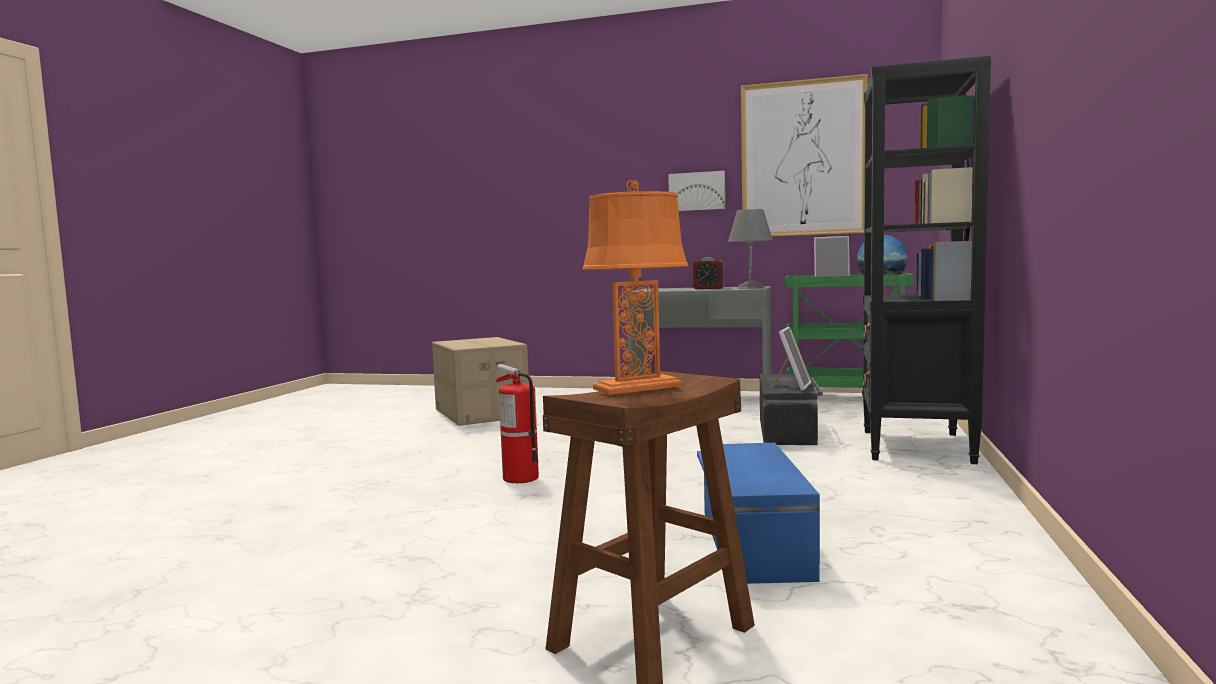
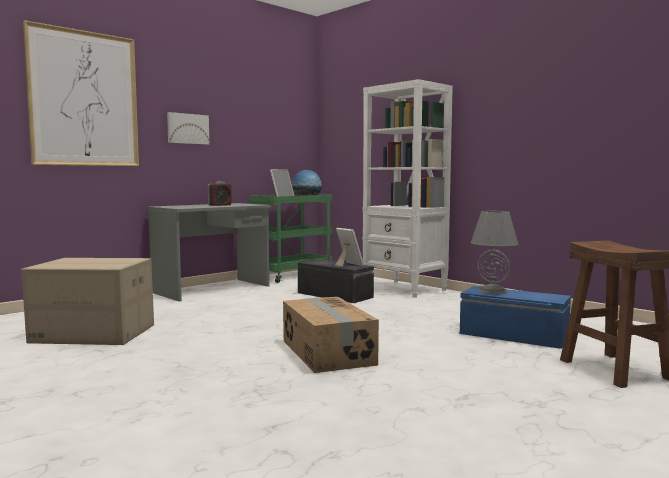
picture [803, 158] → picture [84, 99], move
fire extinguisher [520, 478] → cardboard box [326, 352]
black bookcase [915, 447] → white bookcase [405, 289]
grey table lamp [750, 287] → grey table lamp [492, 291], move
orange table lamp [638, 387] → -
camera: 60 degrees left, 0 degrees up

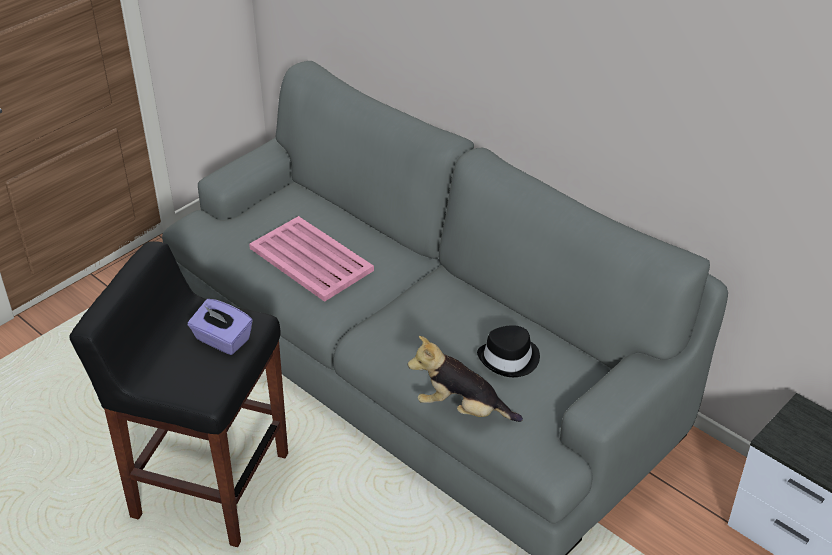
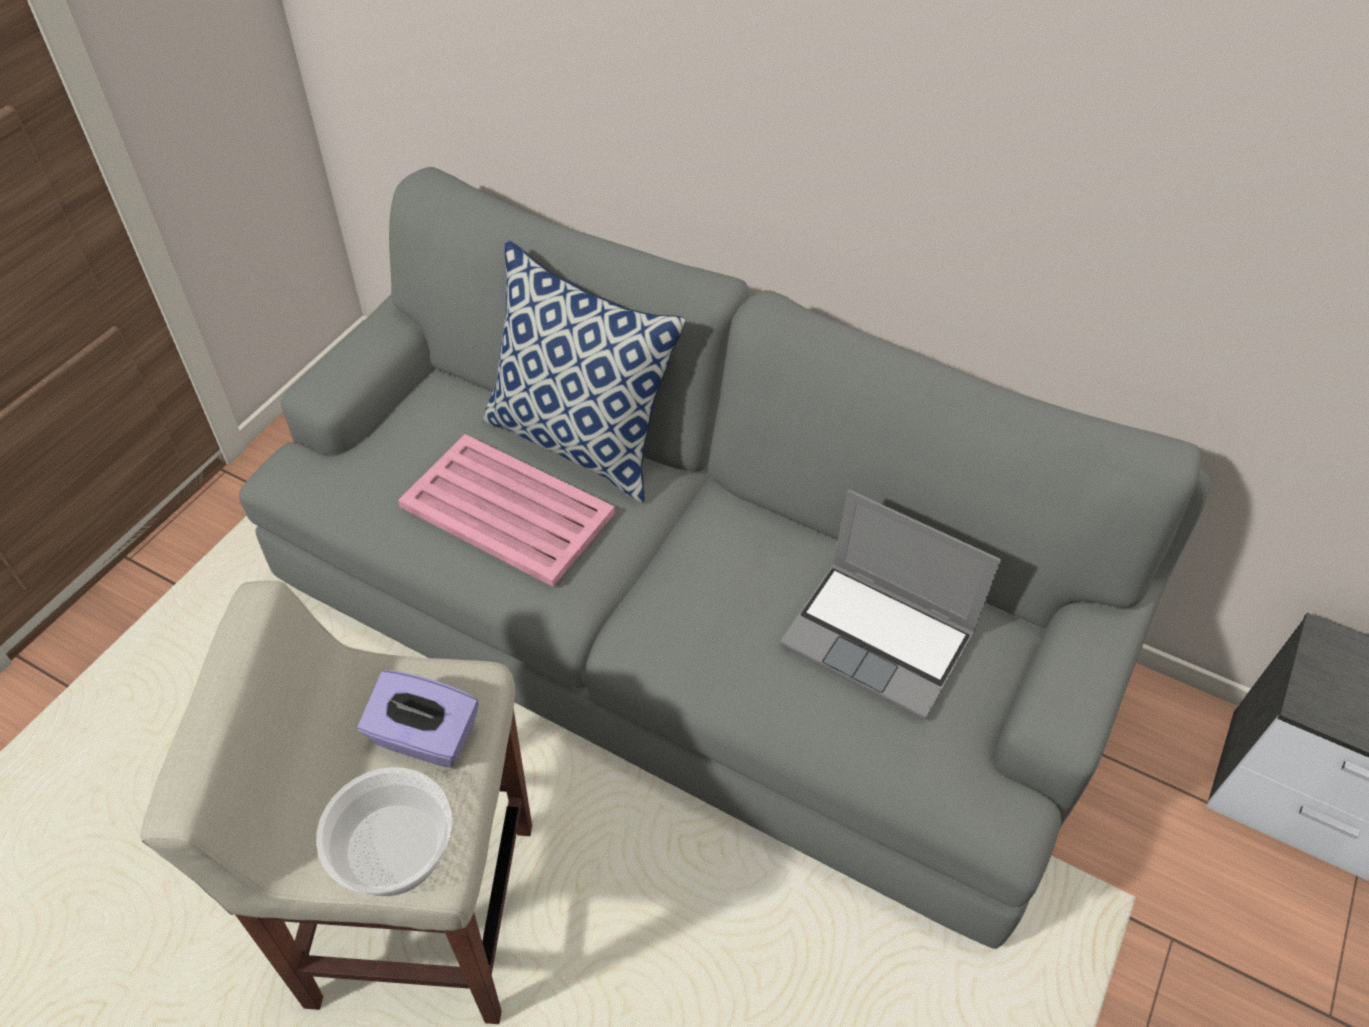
black stool [209, 484] → beige stool [419, 911]
- → bowl [392, 848]
- → pillow [581, 441]
black hat [509, 359] → laptop [880, 640]
plush toy [462, 409] → -
camera: 15 degrees left, 10 degrees up

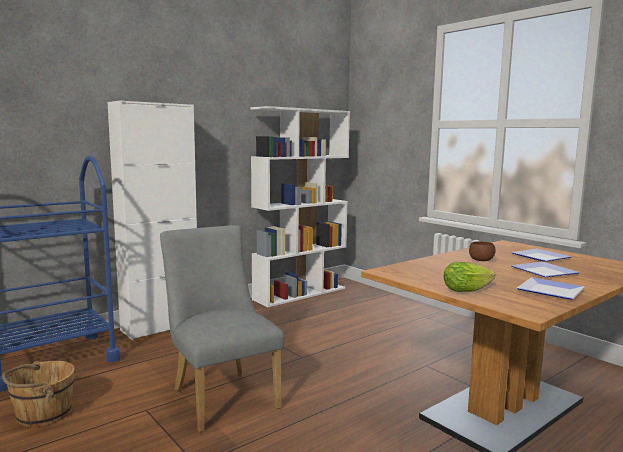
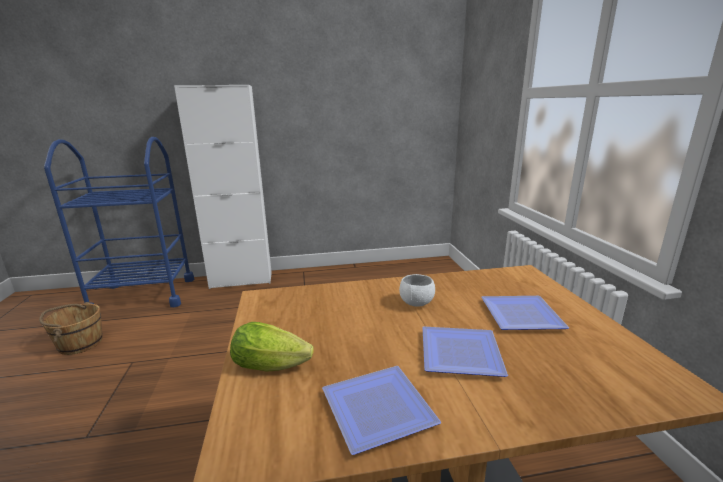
brown bowl [481, 260] → white bowl [416, 302]
grey chair [221, 395] → -
white bookcase [300, 293] → -
camera: 30 degrees right, 10 degrees up

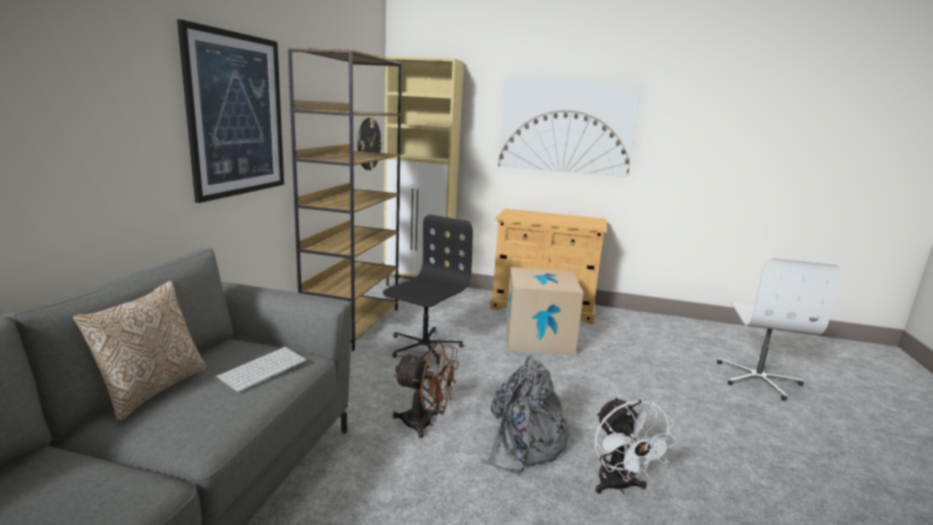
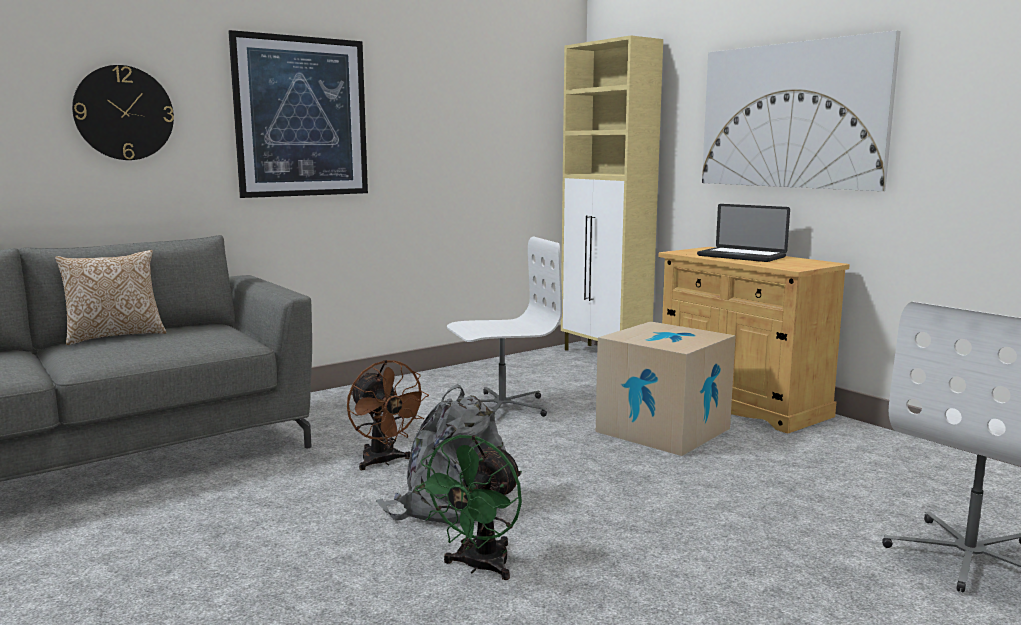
wall clock [368, 144] → wall clock [124, 113], move
white fan [618, 487] → green fan [479, 567]
black office chair [424, 347] → white office chair [501, 407]
- → laptop [741, 256]
keyboard [263, 368] → -
brown bookcase [352, 324] → -
camera: 40 degrees right, 5 degrees down

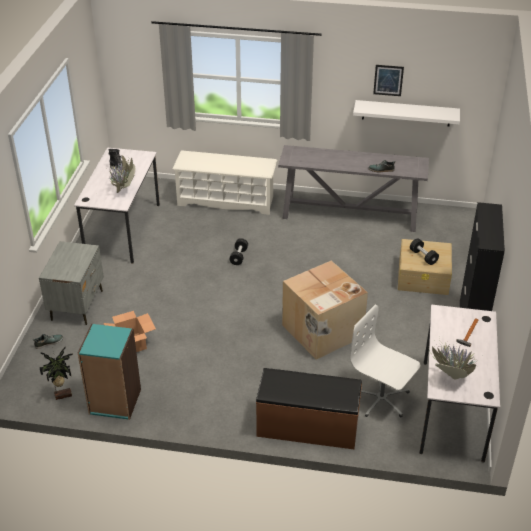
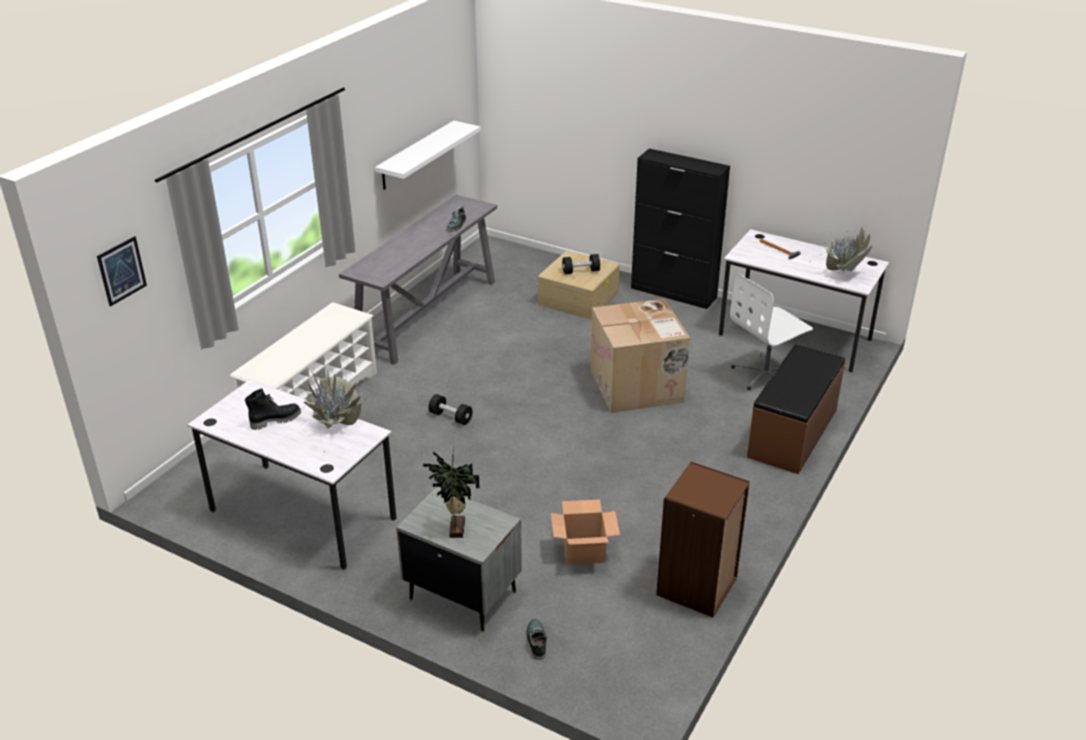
picture [388, 80] → picture [122, 271], move
potted plant [62, 394] → potted plant [455, 529], move
turquoise bookcase [115, 402] → brown bookcase [698, 586]
camera: 70 degrees left, 5 degrees down

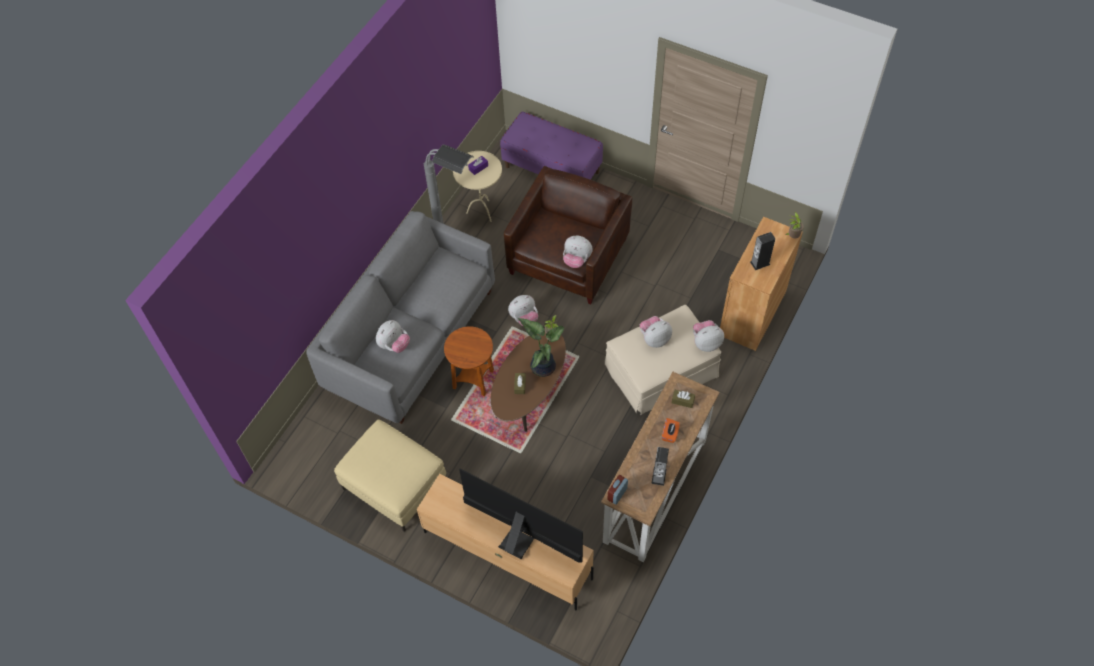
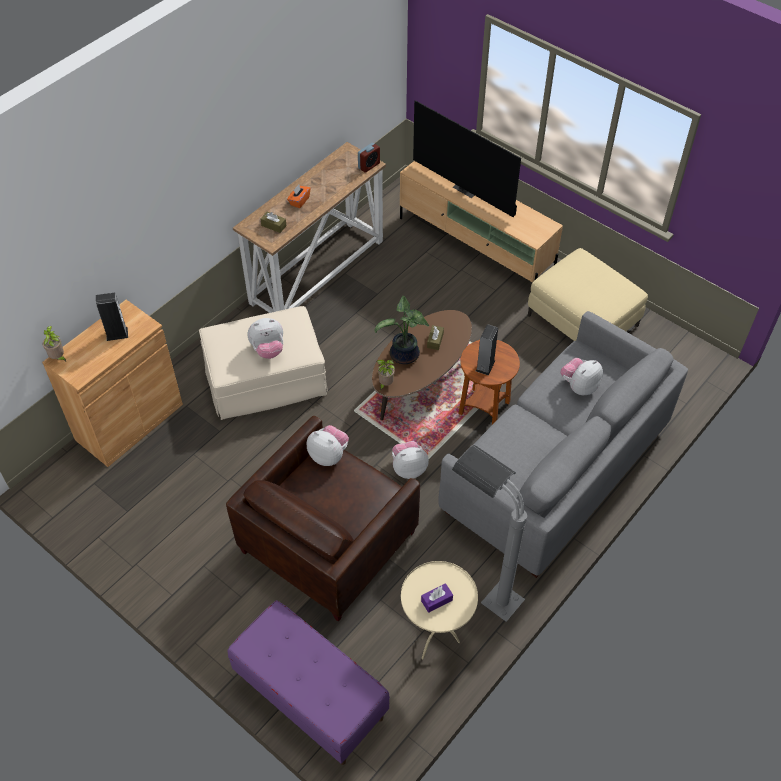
speaker [659, 476] → speaker [485, 365], move
plush toy [706, 343] → -
camera: 170 degrees left, 5 degrees down

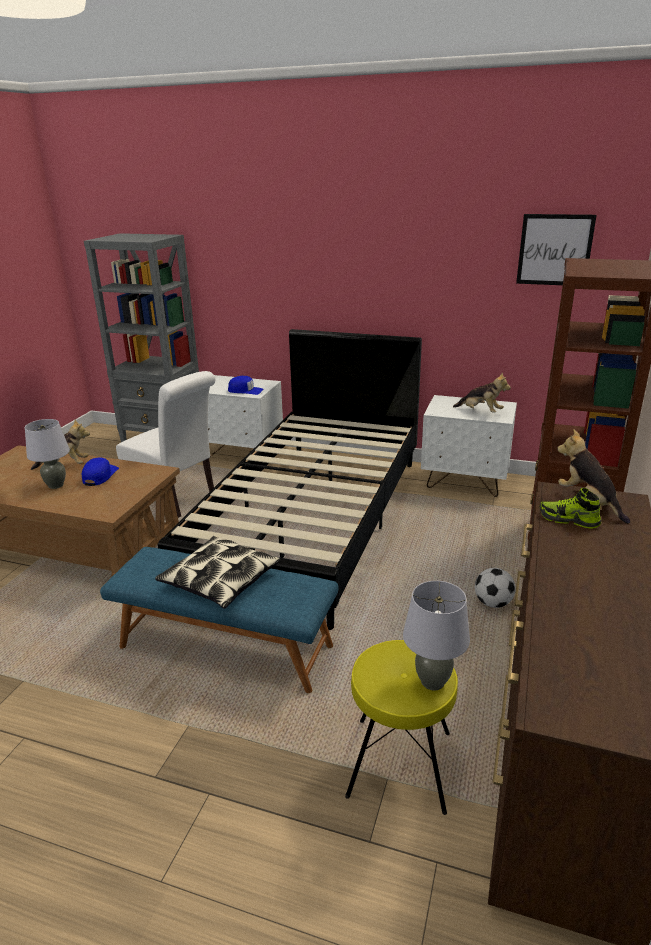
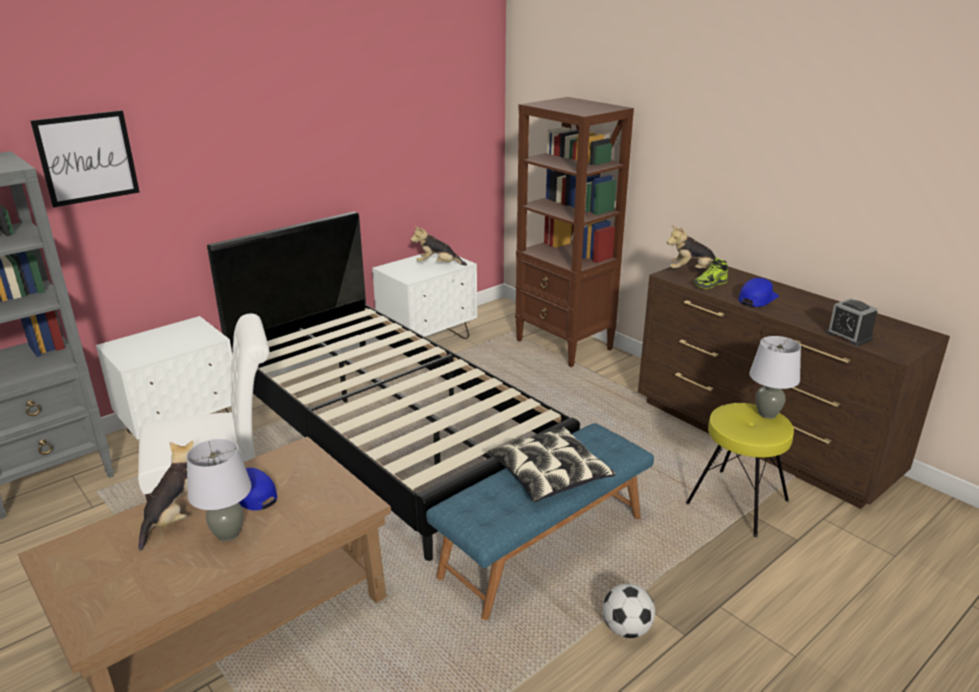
picture [554, 250] → picture [87, 158], move
plush toy [480, 412] → plush toy [438, 265], 150 degrees counterclockwise
football [493, 603] → football [626, 629], move
blue cap [245, 391] → blue cap [757, 299], move
- → alarm clock [848, 336]
camera: 60 degrees left, 0 degrees up

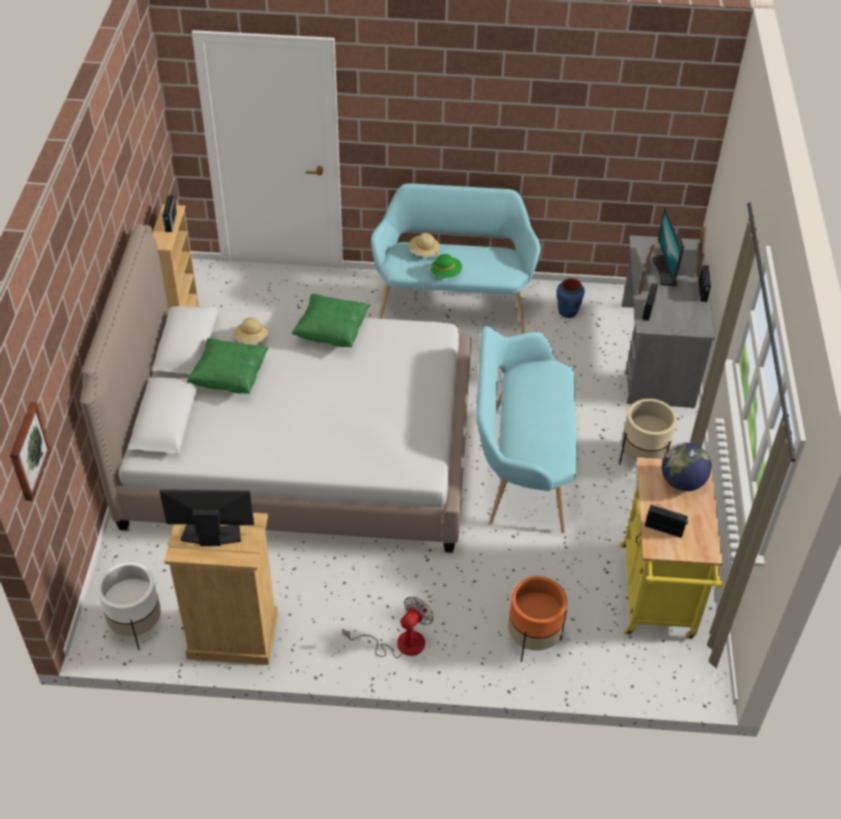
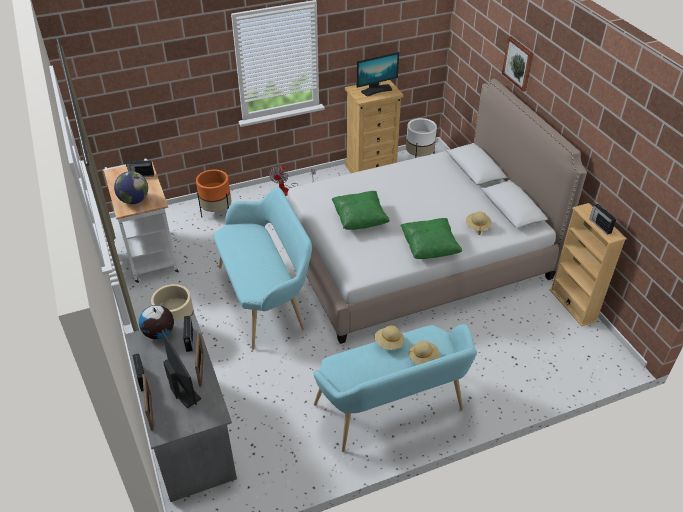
yellow cart [657, 598] → white cart [149, 253]
- → globe [159, 333]
green pillow [230, 378] → green pillow [360, 220], move
green hat [446, 273] → beige hat [389, 343]
picture [27, 451] → picture [518, 63], move
blue vase [567, 312] → -
camera: 155 degrees right, 5 degrees down

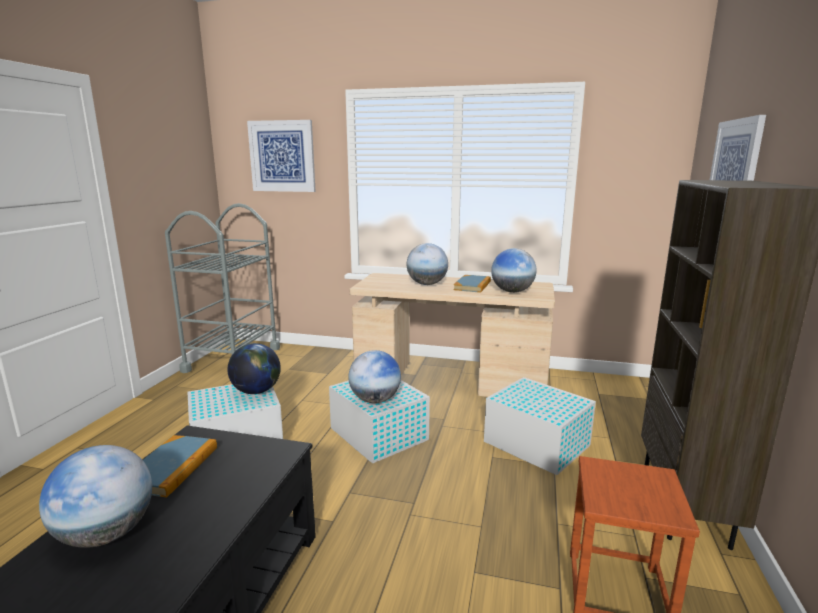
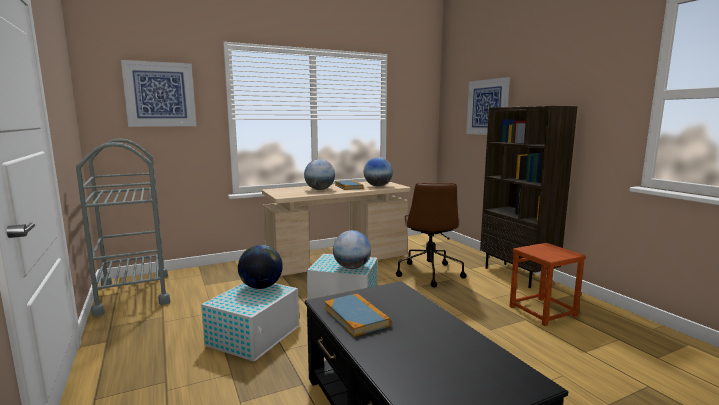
white storage box [535, 443] → brown office chair [429, 273]
globe [107, 534] → -
camera: 40 degrees left, 5 degrees down

